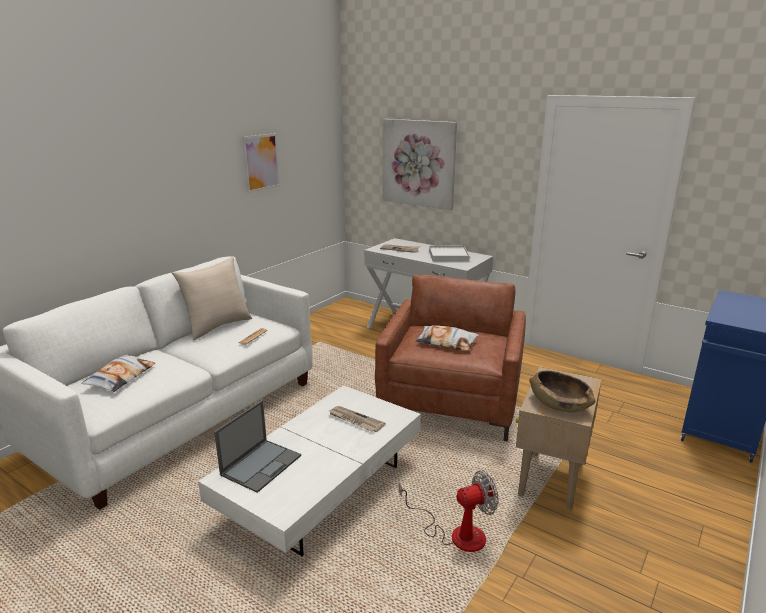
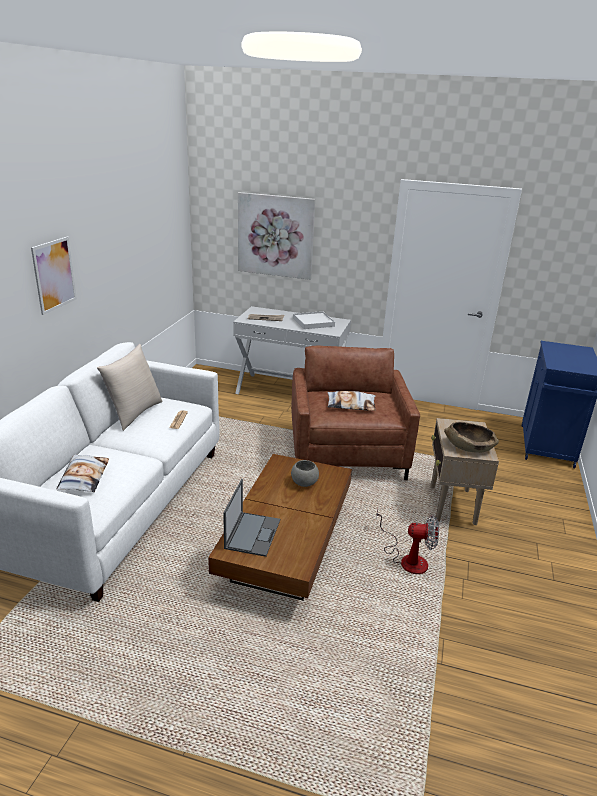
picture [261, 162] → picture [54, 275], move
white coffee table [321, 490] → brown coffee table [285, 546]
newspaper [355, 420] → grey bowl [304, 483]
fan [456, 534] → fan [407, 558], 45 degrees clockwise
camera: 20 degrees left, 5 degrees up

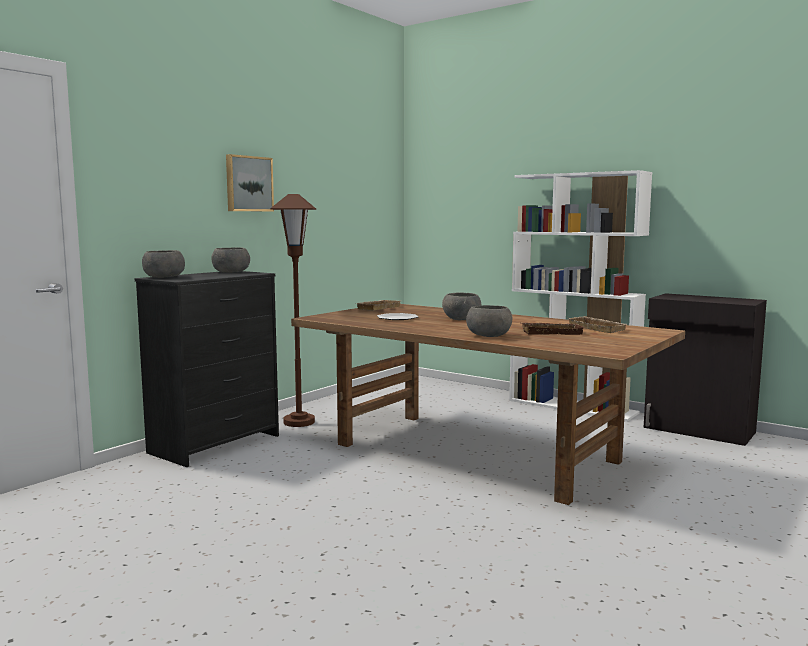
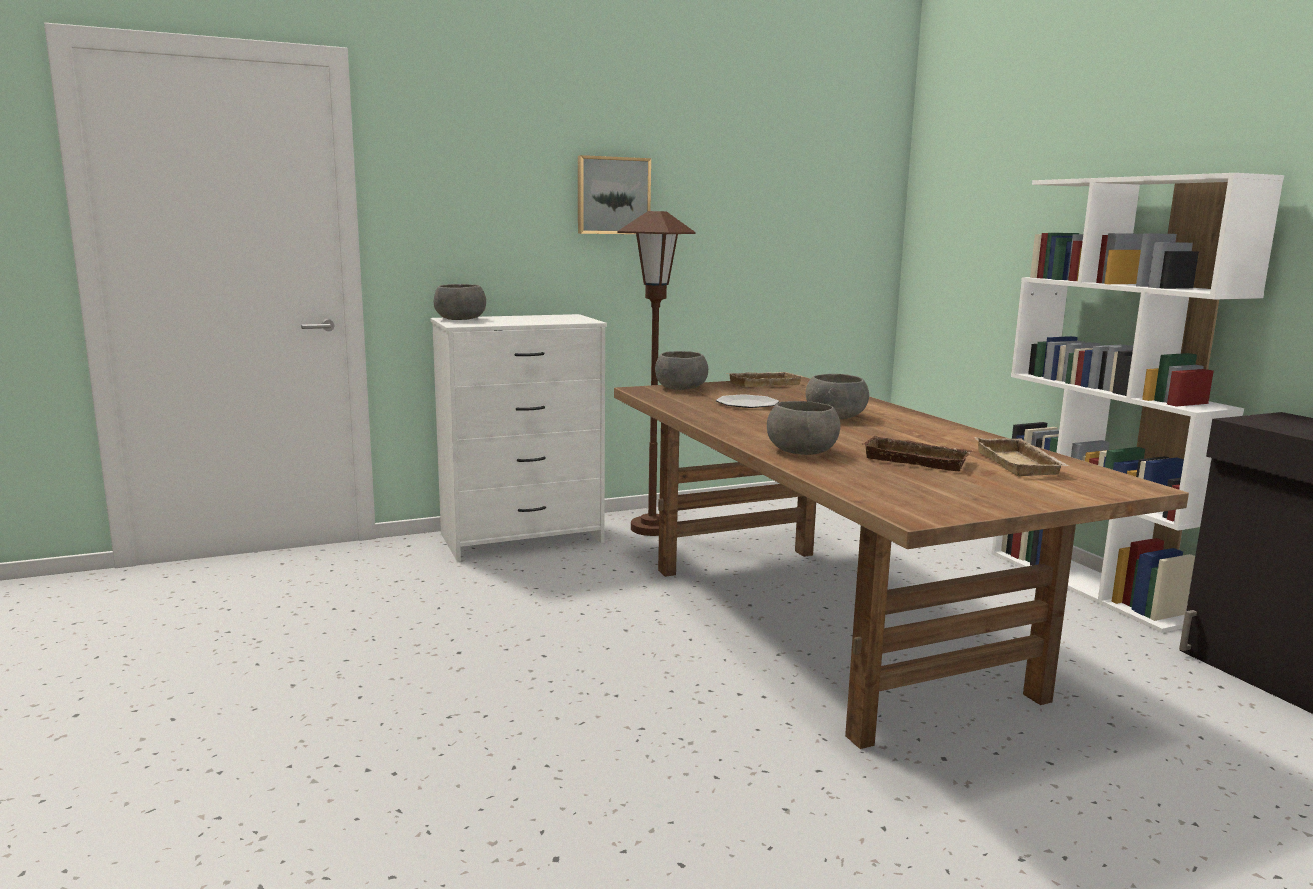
black dresser [215, 444] → white dresser [522, 538]
grey bowl [230, 272] → grey bowl [680, 388], move
camera: 30 degrees right, 5 degrees up

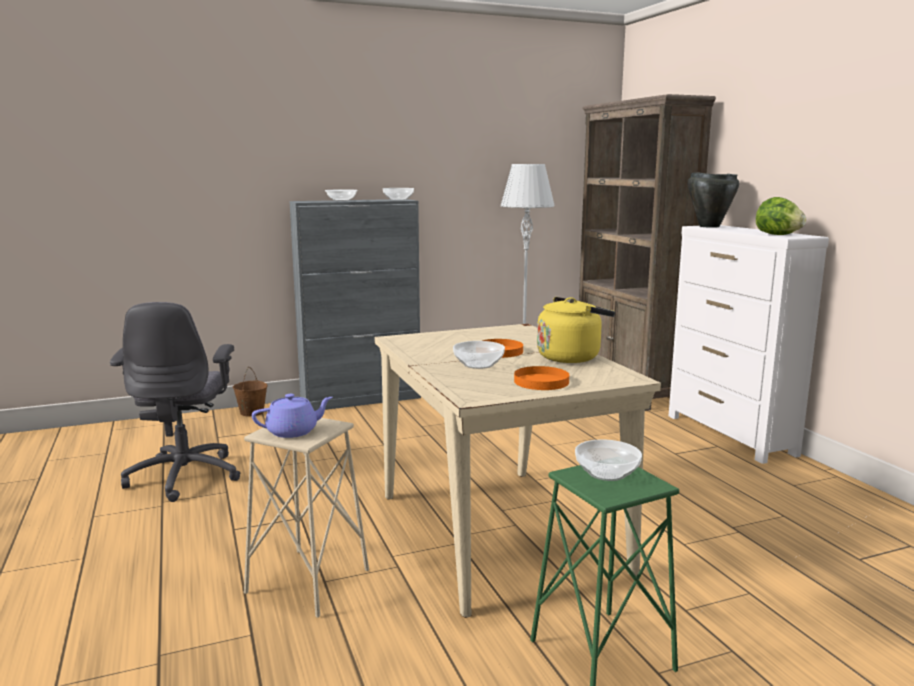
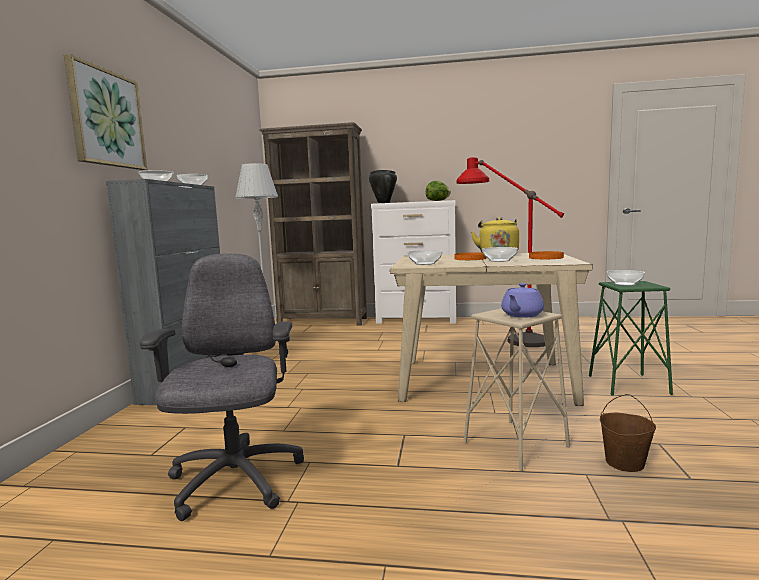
- → picture [106, 118]
grey office chair [185, 476] → grey office chair [235, 481], 120 degrees counterclockwise
- → bowl [424, 263]
- → red floor lamp [505, 336]
purple teapot [293, 431] → purple teapot [521, 315], 150 degrees counterclockwise
brown bucket [251, 412] → brown bucket [624, 463], move
camera: 60 degrees left, 5 degrees down

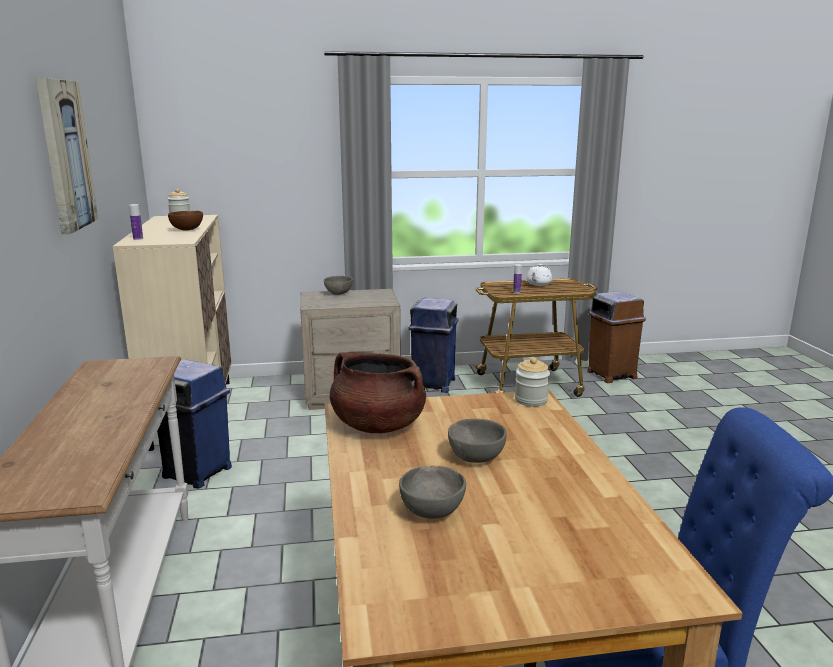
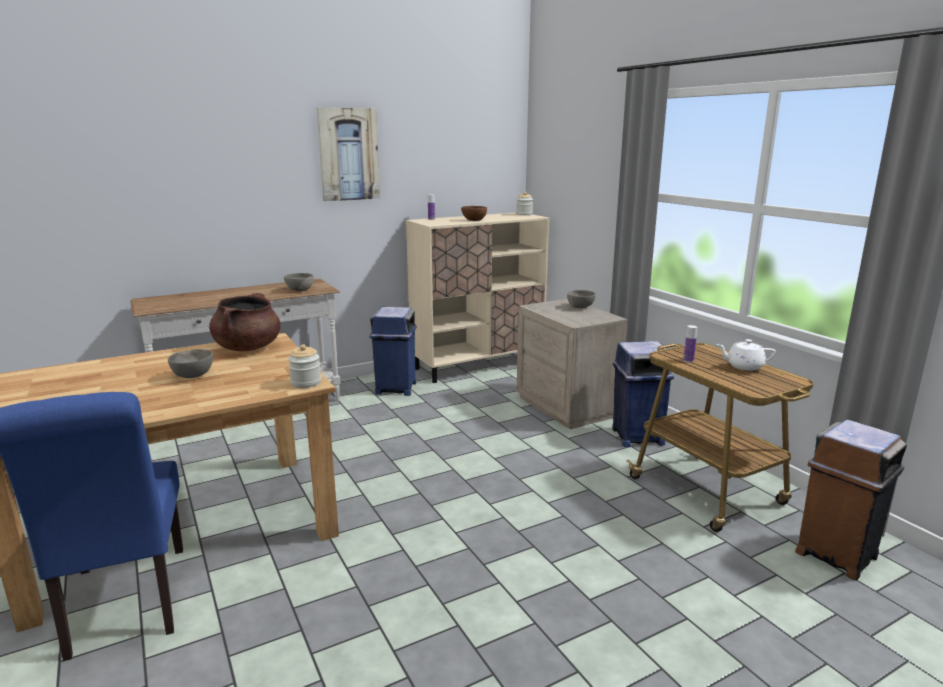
grey bowl [433, 512] → grey bowl [300, 290], move
camera: 70 degrees right, 0 degrees up

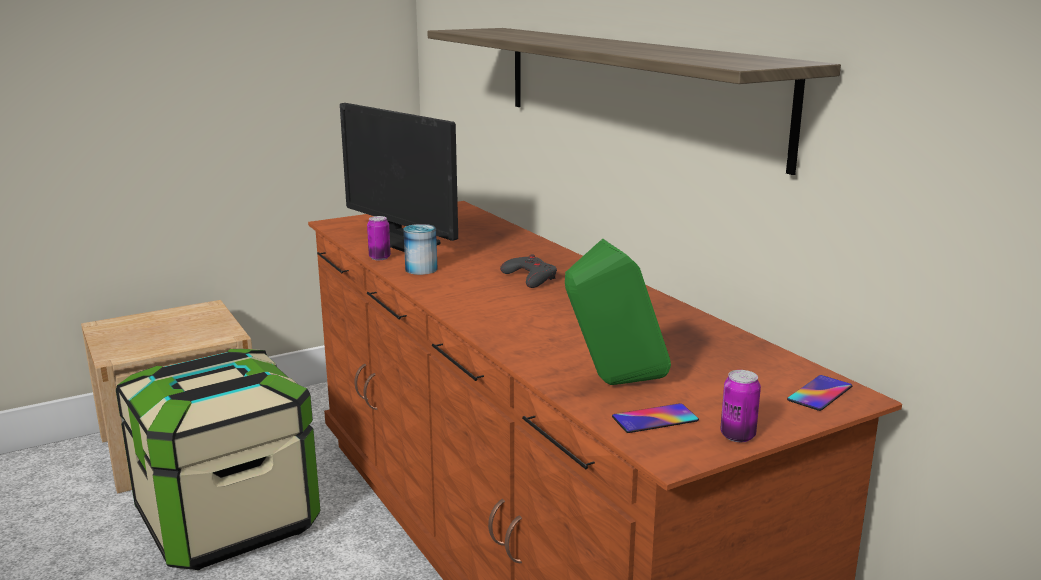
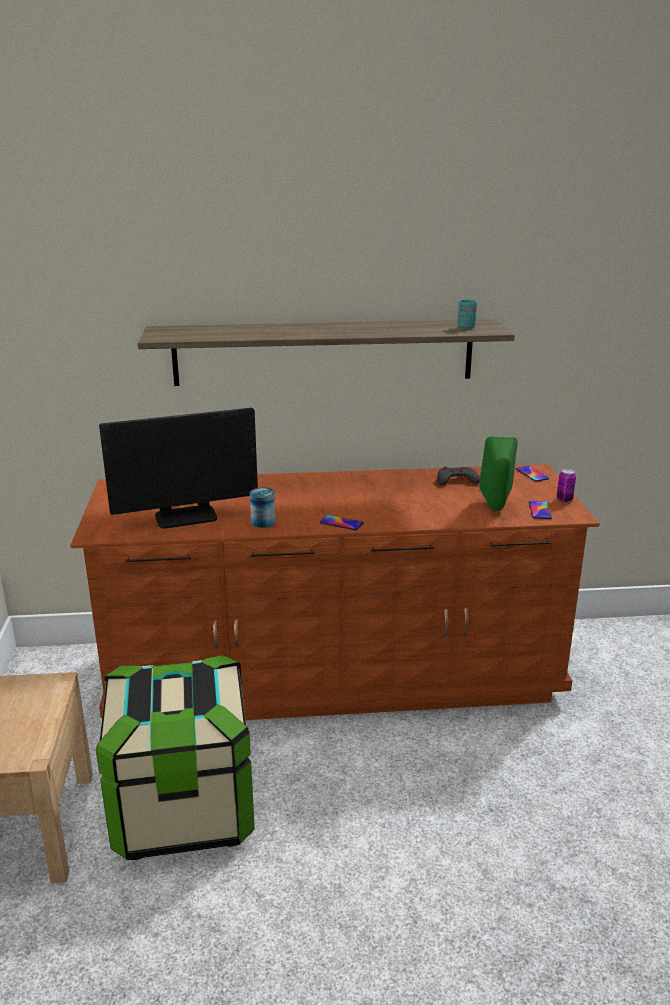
- → phone [341, 523]
grey game controller [530, 277] → grey game controller [456, 480], move
- → turquoise cup [466, 327]
can [379, 258] → -
camera: 65 degrees left, 5 degrees up

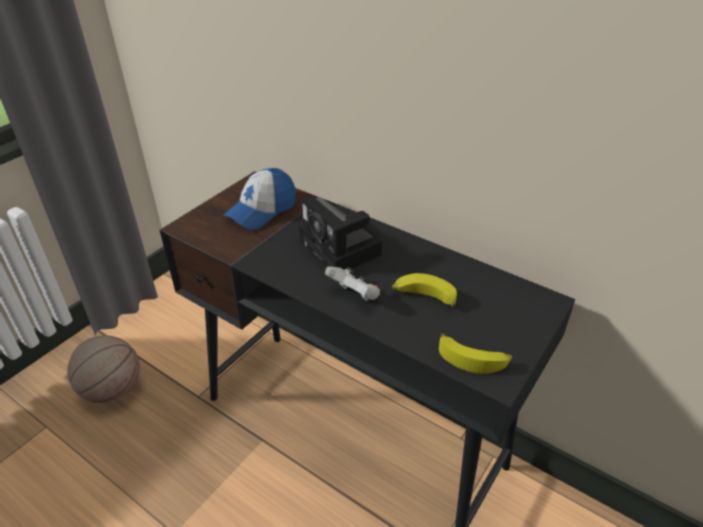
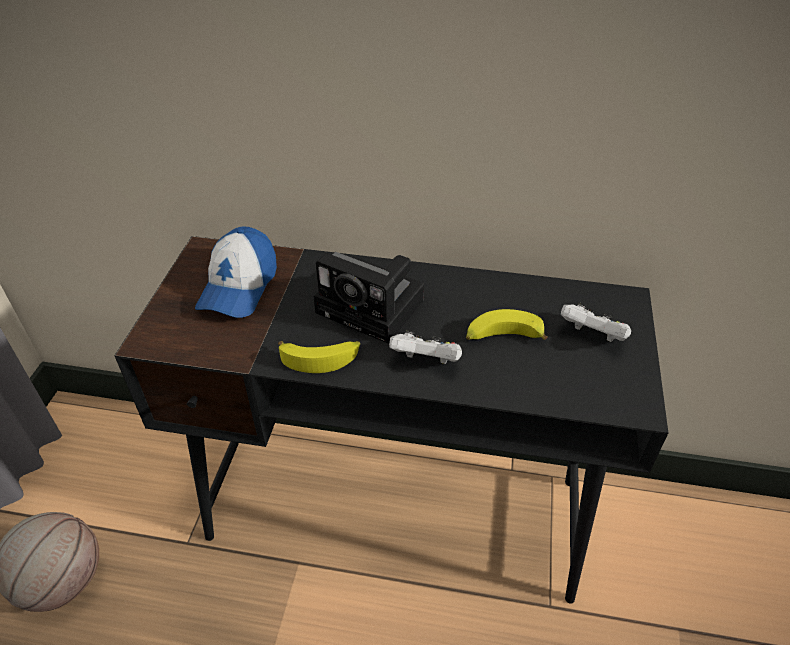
banana [473, 359] → banana [321, 358], move
- → white game controller [592, 336]
camera: 25 degrees left, 5 degrees up

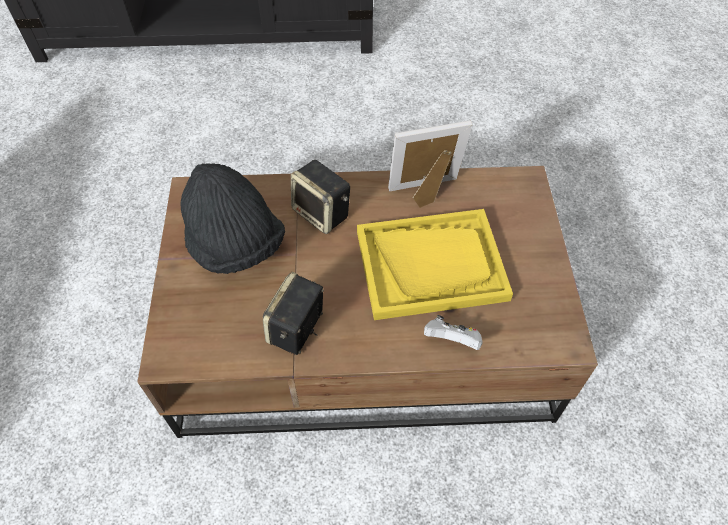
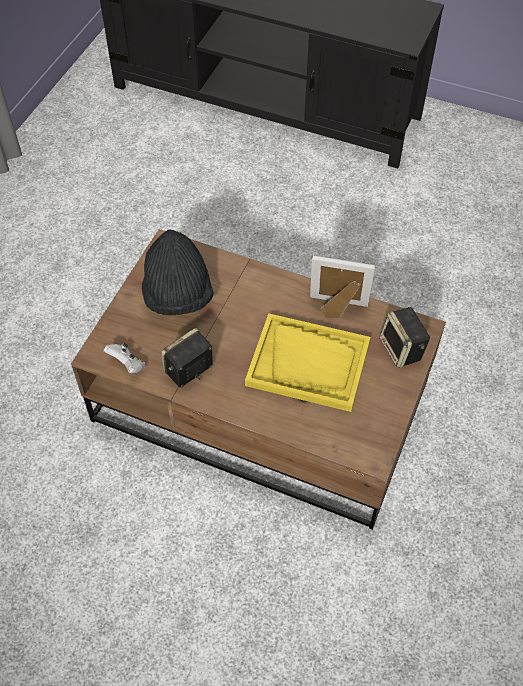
white game controller [452, 341] → white game controller [127, 365], move
speaker [322, 213] → speaker [402, 350], move
camera: 25 degrees right, 0 degrees up

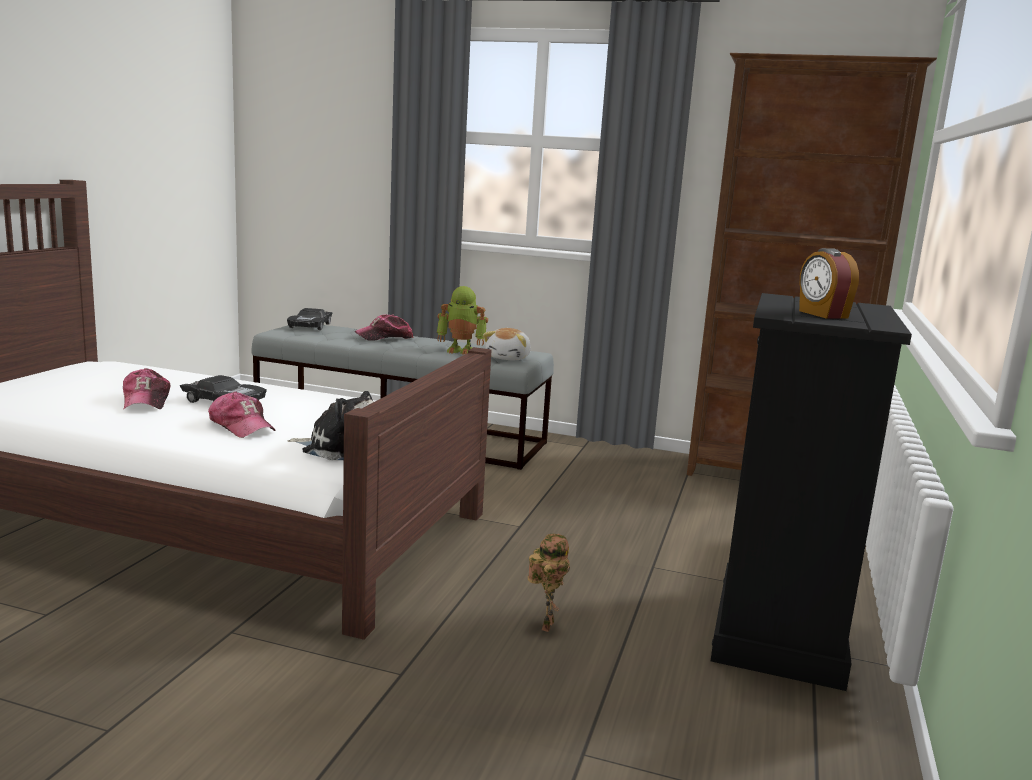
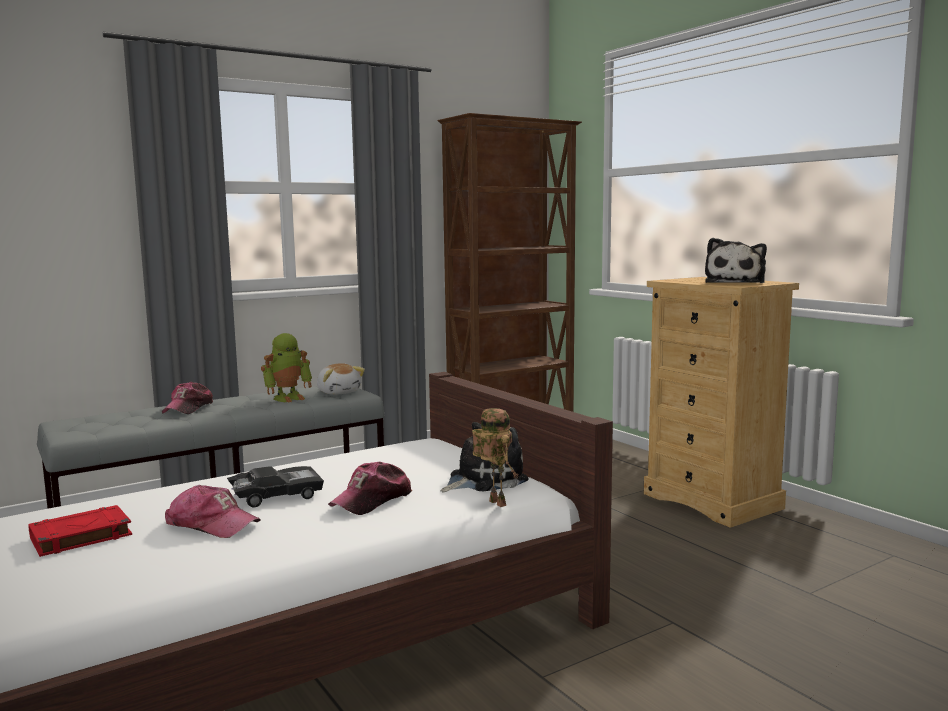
- → red book [80, 537]
cap [241, 426] → cap [372, 500], 135 degrees clockwise
toy robot [545, 624] → toy robot [494, 503], move
black dresser [779, 633] → beige dresser [713, 501]
alarm clock [822, 314] → plush toy [735, 283]
black toy car [310, 326] → -
camera: 50 degrees left, 5 degrees down

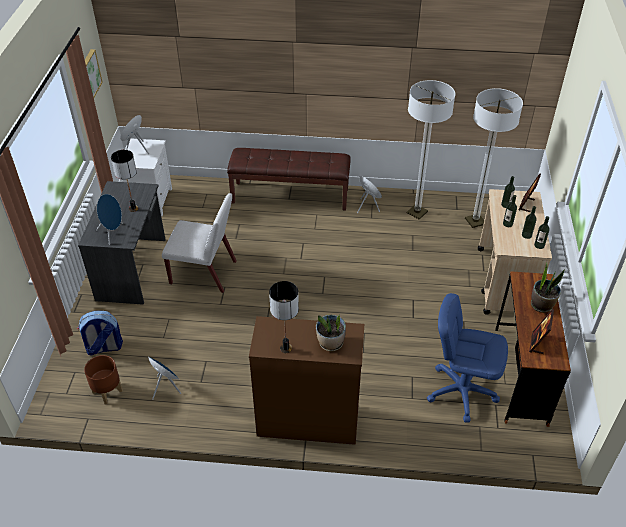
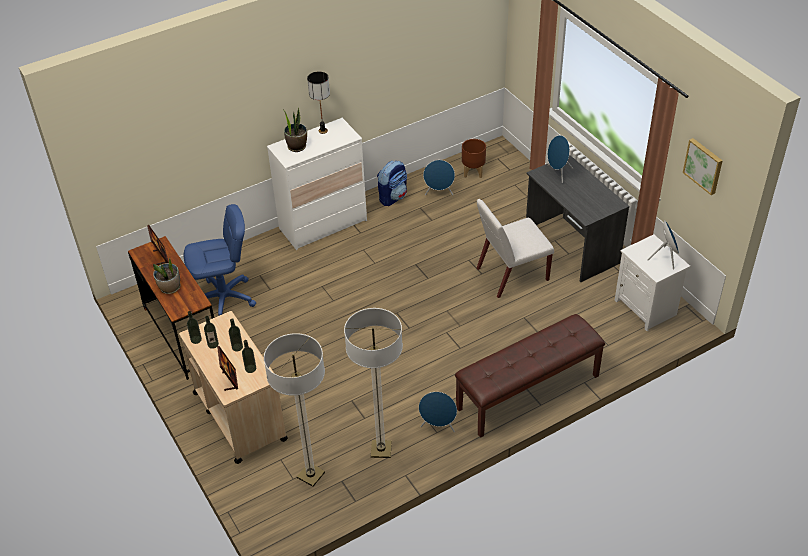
brown dresser [308, 420] → white dresser [323, 225]
backpack [104, 348] → backpack [393, 197], move
table lamp [133, 209] → -
camera: 145 degrees right, 0 degrees up

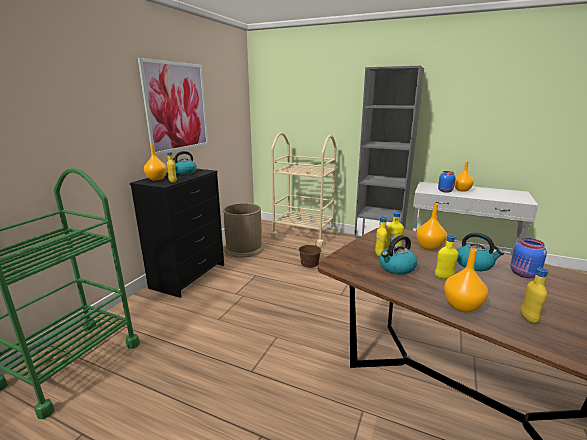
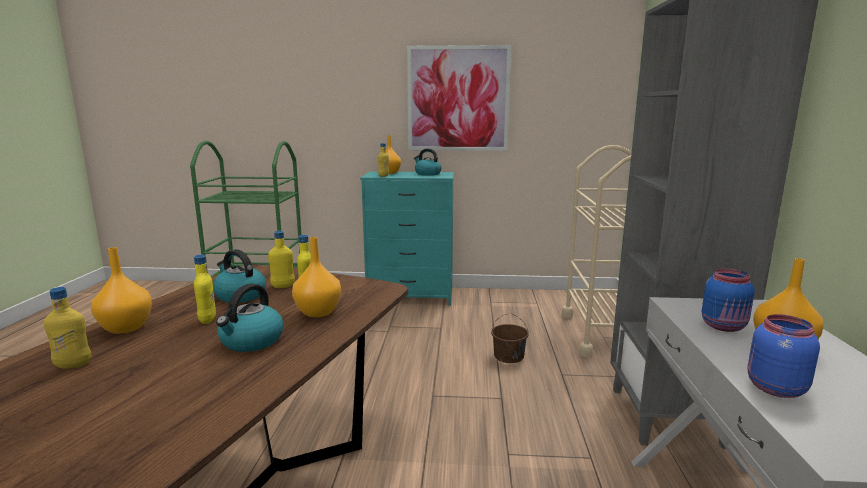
black dresser [189, 276] → turquoise dresser [410, 296]
blue jar [524, 274] → blue jar [774, 388], move
brown trash can [244, 248] → -
camera: 70 degrees right, 5 degrees down

